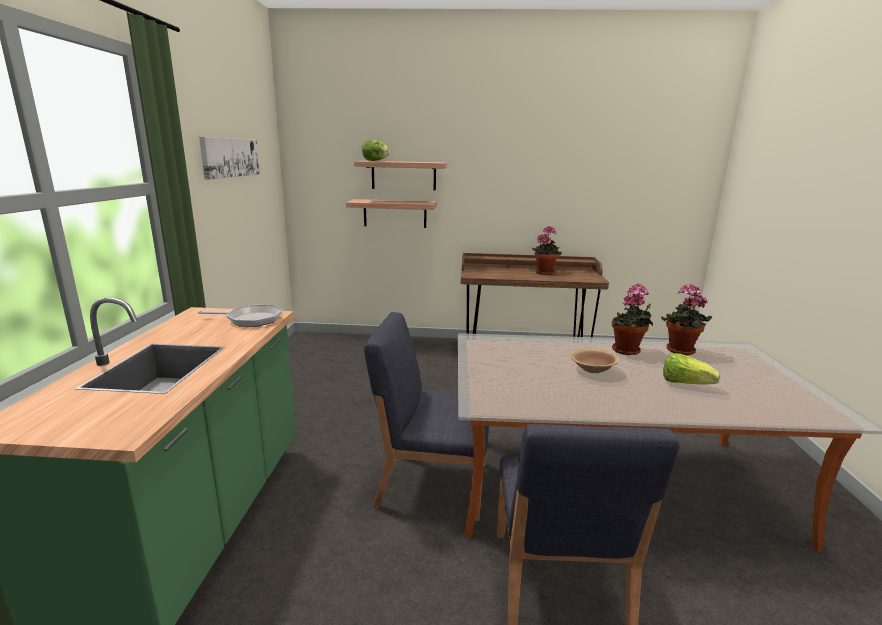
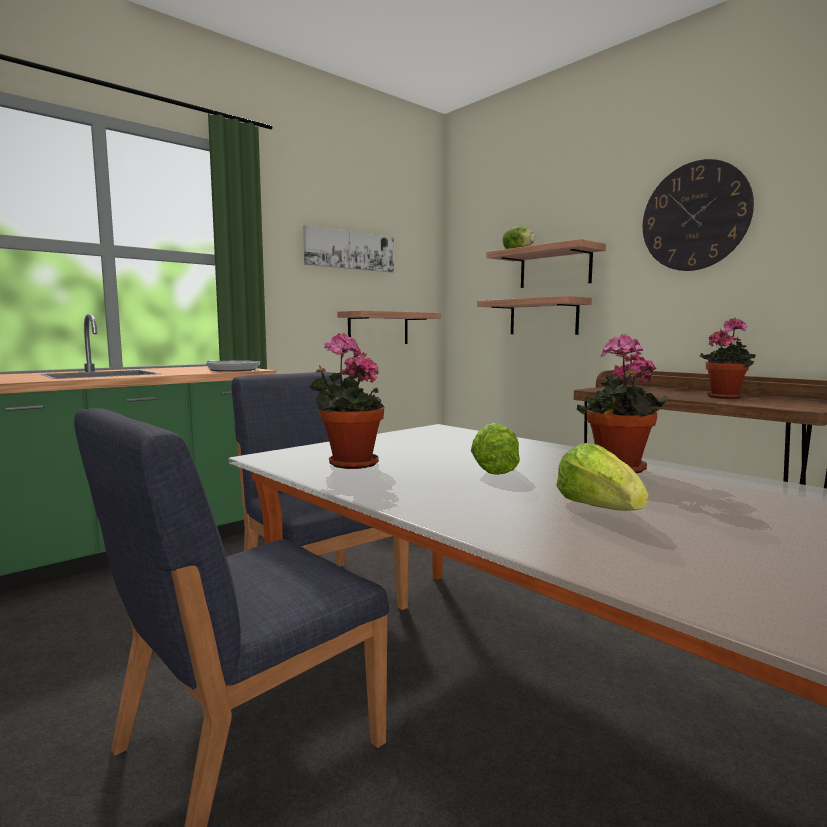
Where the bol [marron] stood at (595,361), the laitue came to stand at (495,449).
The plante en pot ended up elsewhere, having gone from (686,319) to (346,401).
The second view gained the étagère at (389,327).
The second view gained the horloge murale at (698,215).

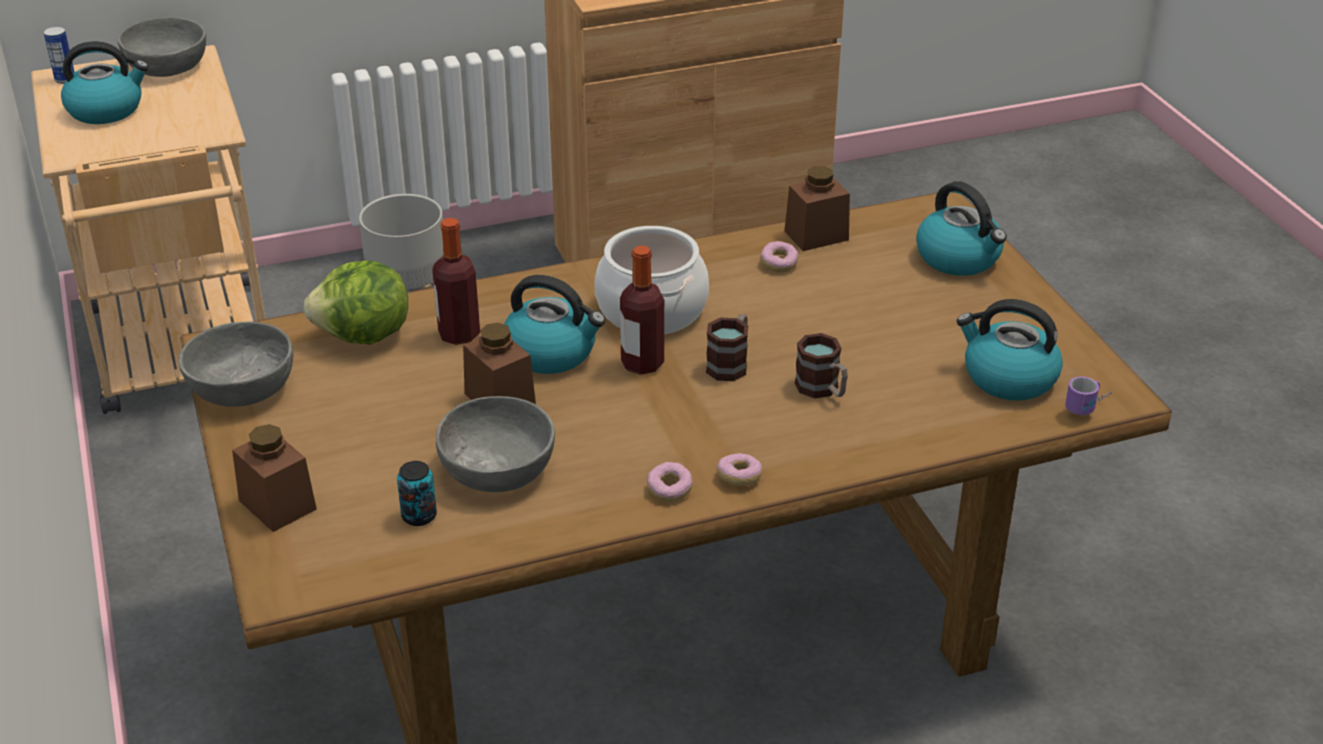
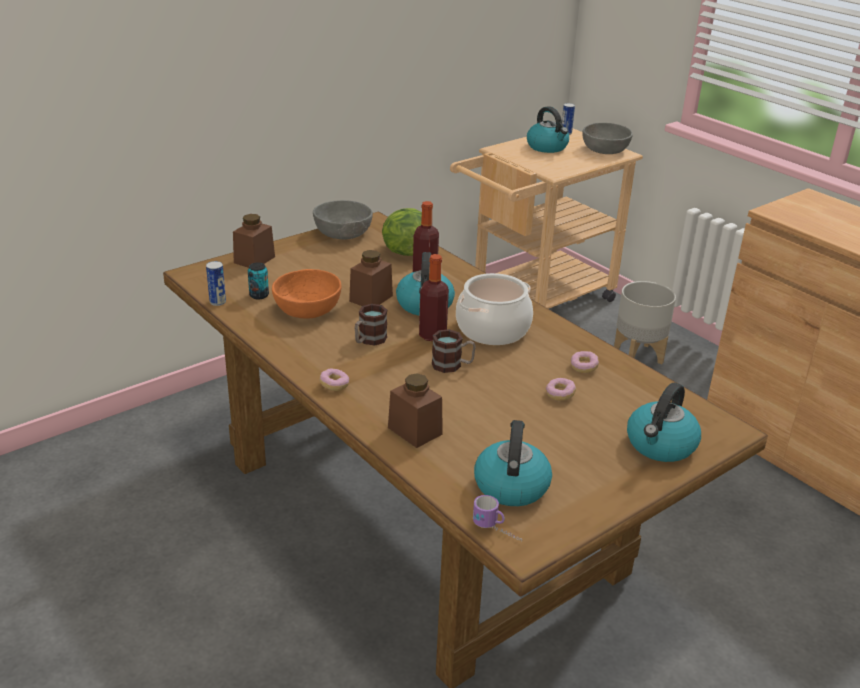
What was the bol [gris] at (495,444) turned into the bol [orange] at (307,294).
The beignet ended up elsewhere, having gone from (670,482) to (561,389).
The bocal [marron] ended up elsewhere, having gone from (817,208) to (415,410).
The mug ended up elsewhere, having gone from (821,365) to (371,325).
The second view gained the boîte métallique at (216,283).

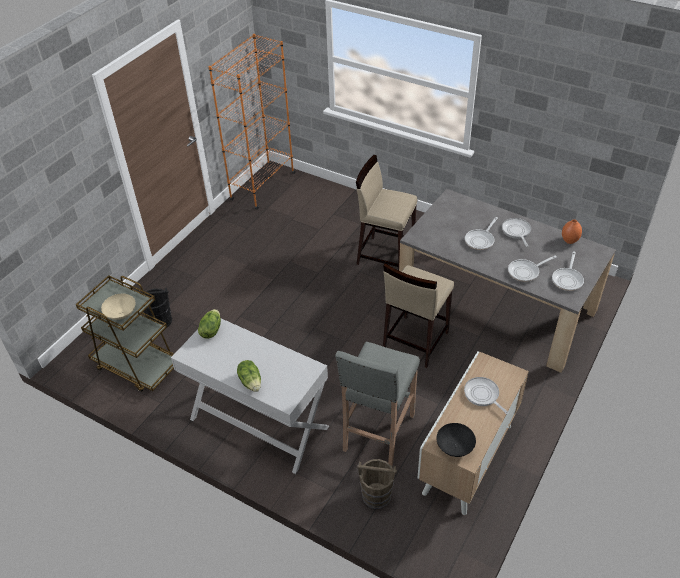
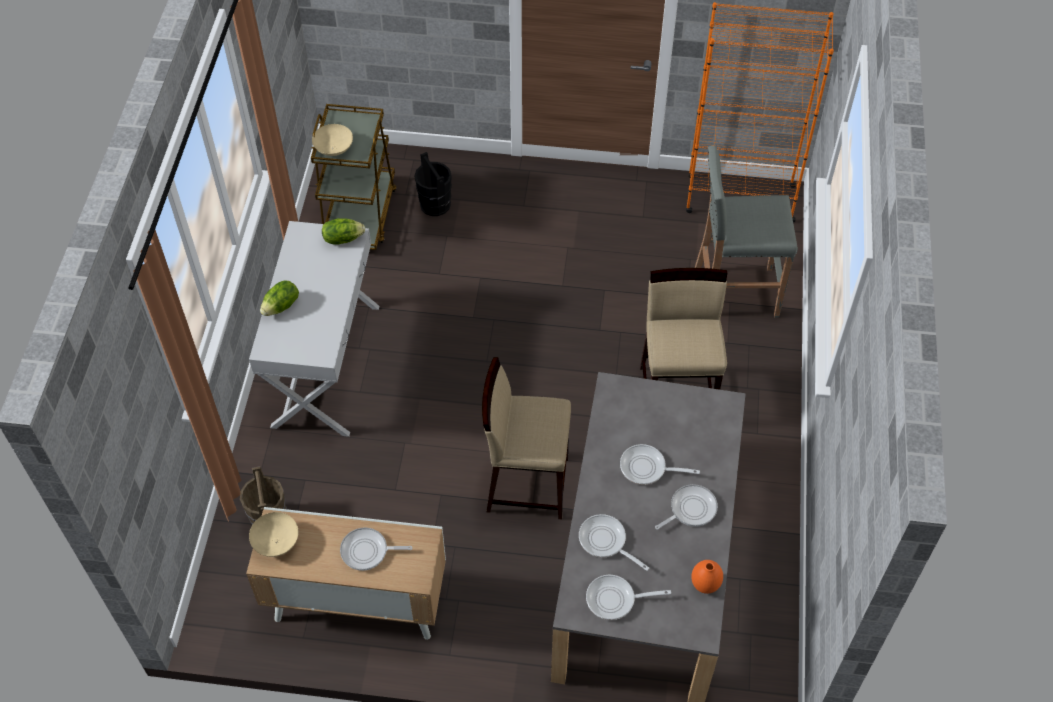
The tabouret [gris] ended up elsewhere, having gone from (377,403) to (746,231).
What was the bol [noir] at (456,440) turned into the bol [beige] at (274,534).
The poêle at (486,395) ended up facing another way, 120 degrees counterclockwise from before.

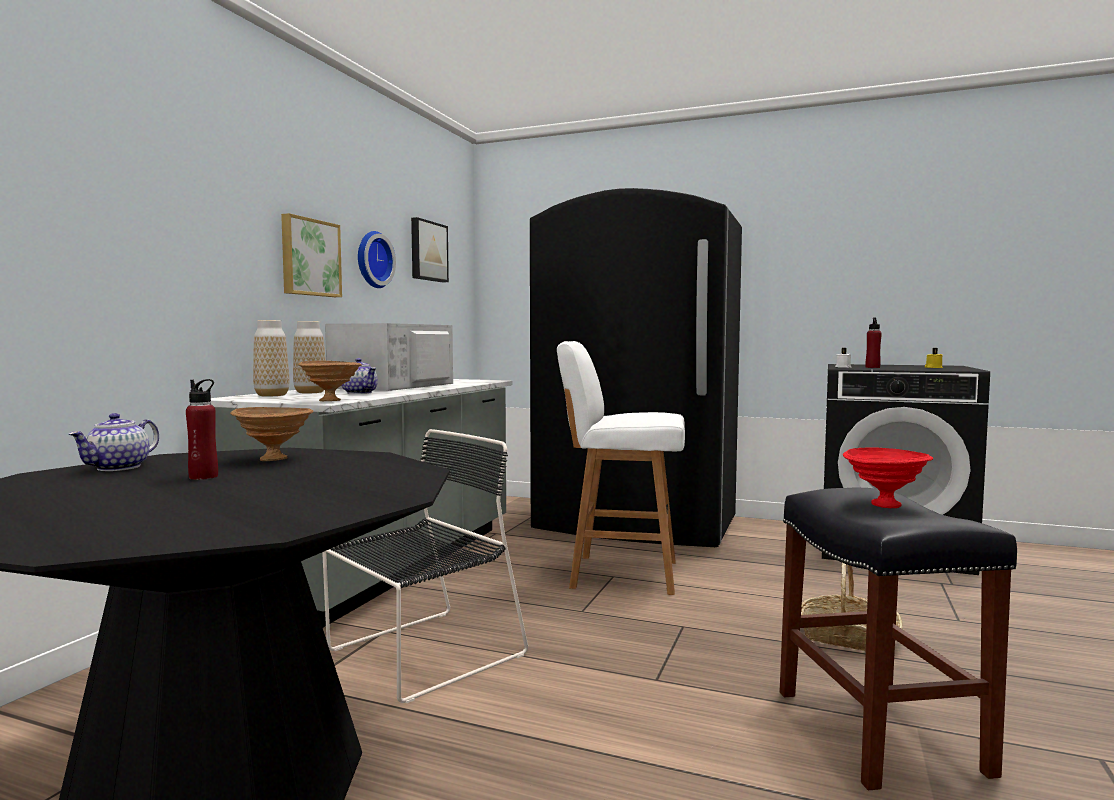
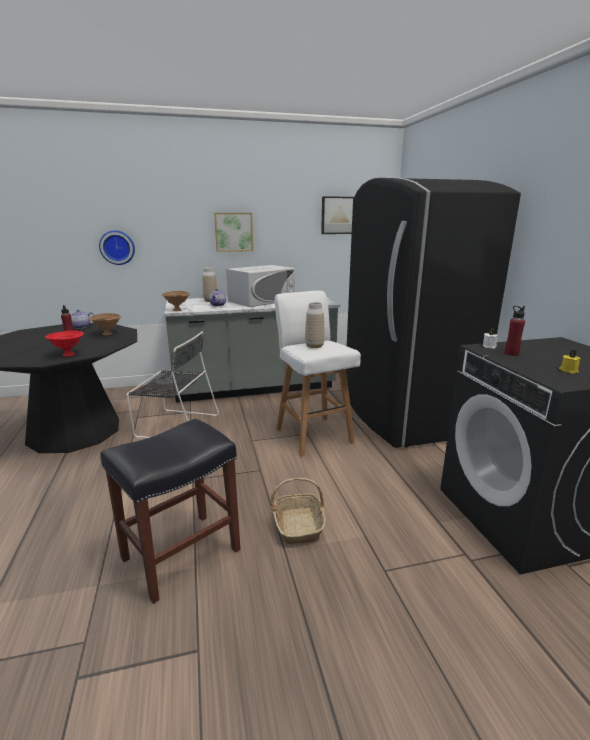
The vase ended up elsewhere, having gone from (271,358) to (315,325).
The micro-ondes [blanc] at (389,357) ended up facing another way, 150 degrees clockwise from before.
The horloge murale ended up elsewhere, having gone from (377,259) to (117,247).
The bol [rouge] ended up elsewhere, having gone from (888,477) to (64,343).

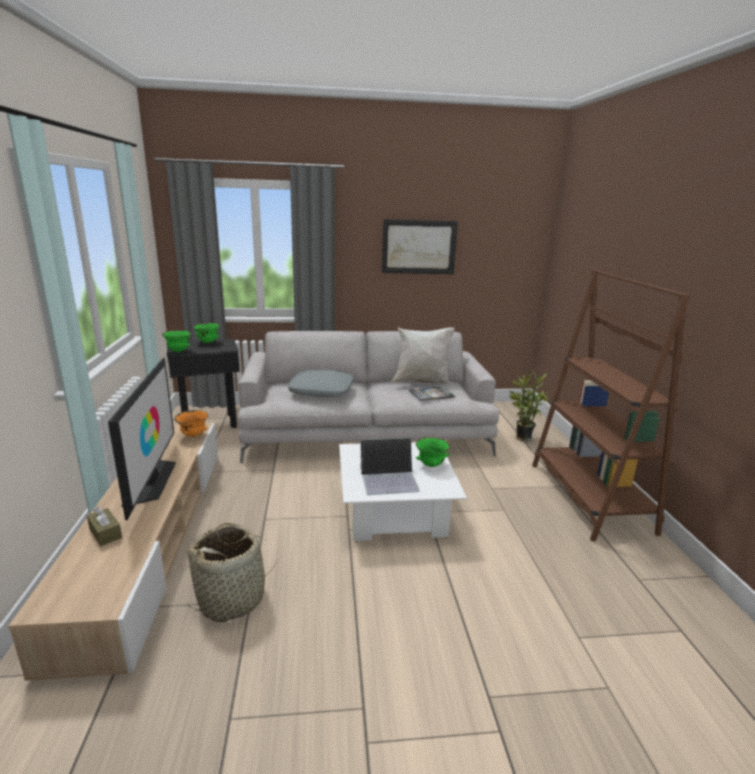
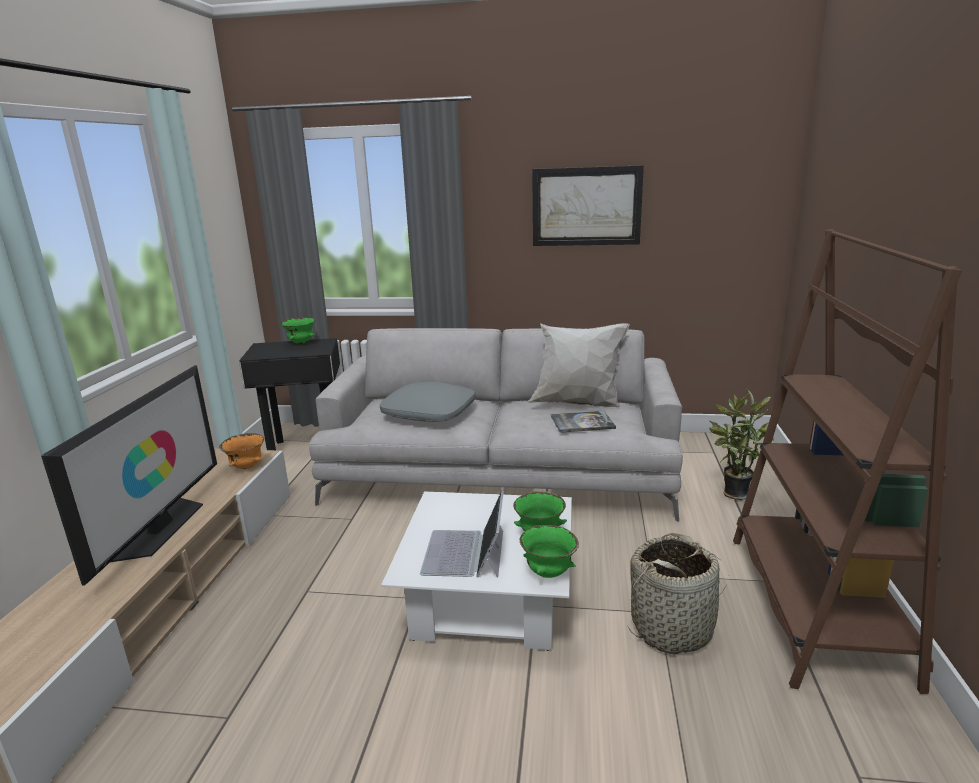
The second view lost the boîte à mouchoirs [marron] at (104,526).
The bol [vert] ended up elsewhere, having gone from (176,341) to (549,551).
The panier ended up elsewhere, having gone from (232,572) to (677,593).
The ordinateur portable at (390,466) ended up facing another way, 90 degrees clockwise from before.

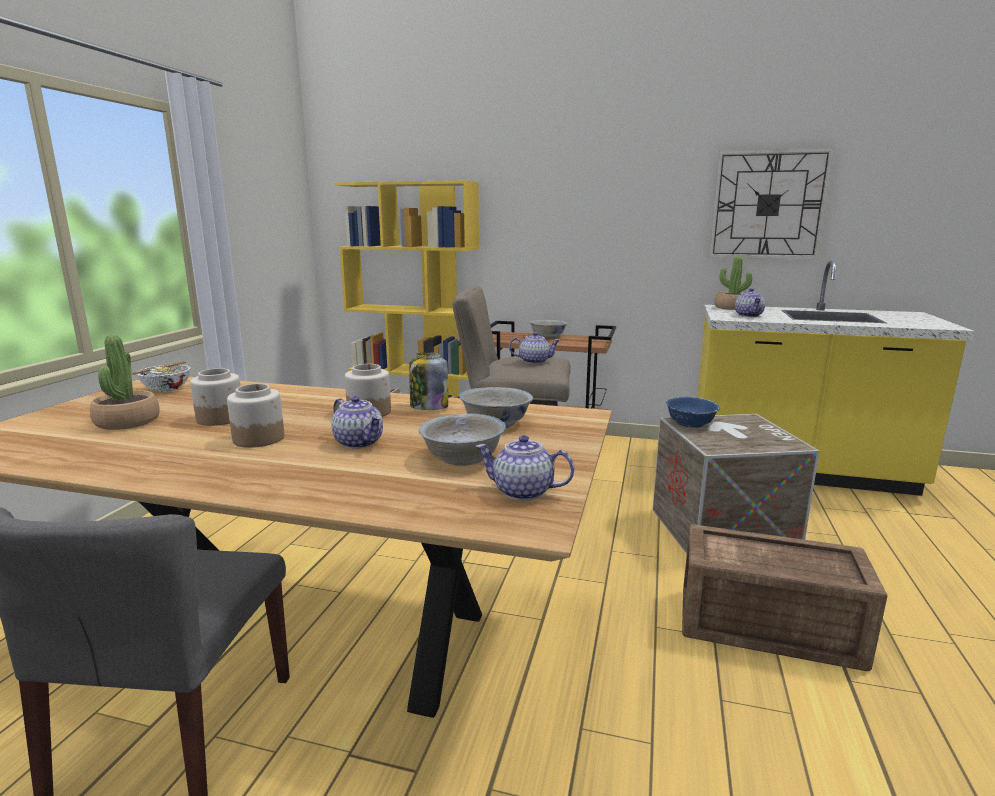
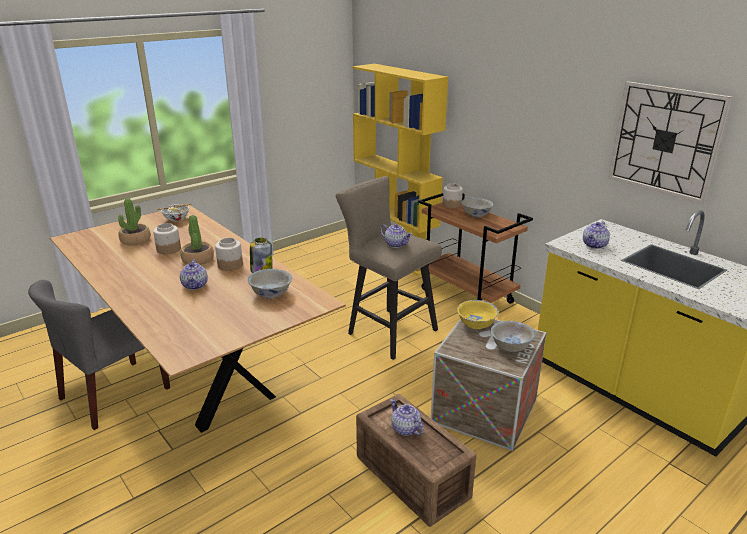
The bocal ended up elsewhere, having gone from (255,416) to (453,196).
The bol [blanc] ended up elsewhere, having gone from (462,439) to (512,336).
The théière ended up elsewhere, having gone from (524,468) to (407,417).
What was the bol [bleu] at (693,412) turned into the bol [jaune] at (478,314).
The plante en pot ended up elsewhere, having gone from (733,283) to (197,240).

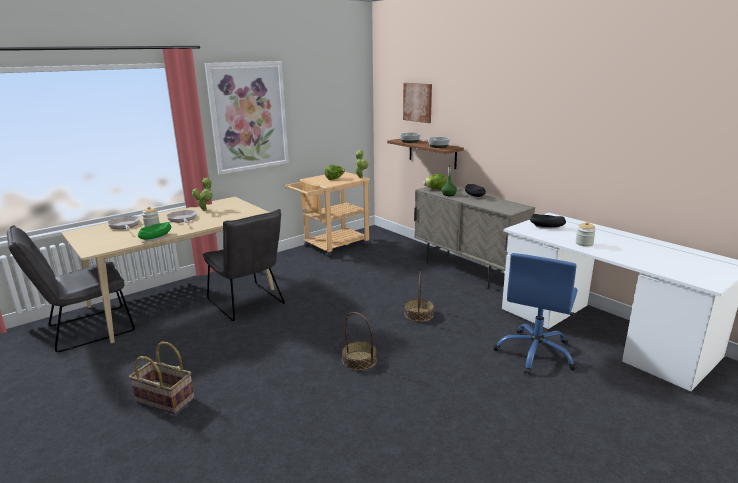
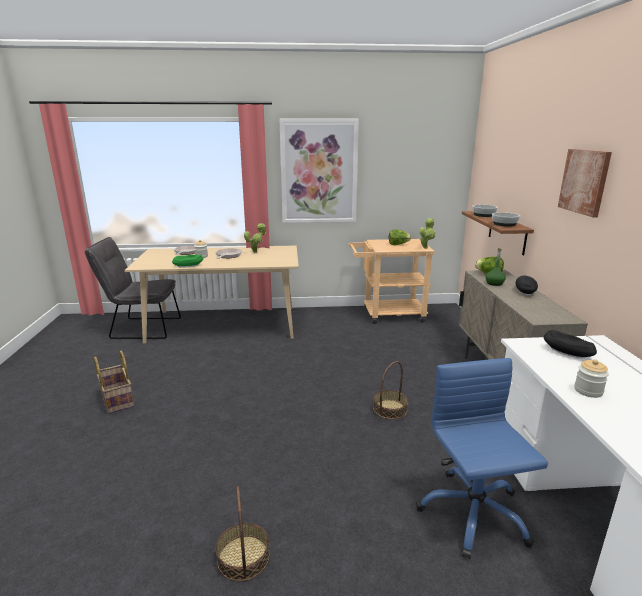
The second view lost the chaise [gris] at (244,265).
The panier ended up elsewhere, having gone from (359,341) to (243,533).
The tableau ended up elsewhere, having gone from (417,103) to (585,183).
The chaise de bureau [bleu] at (535,314) ended up facing another way, 105 degrees clockwise from before.

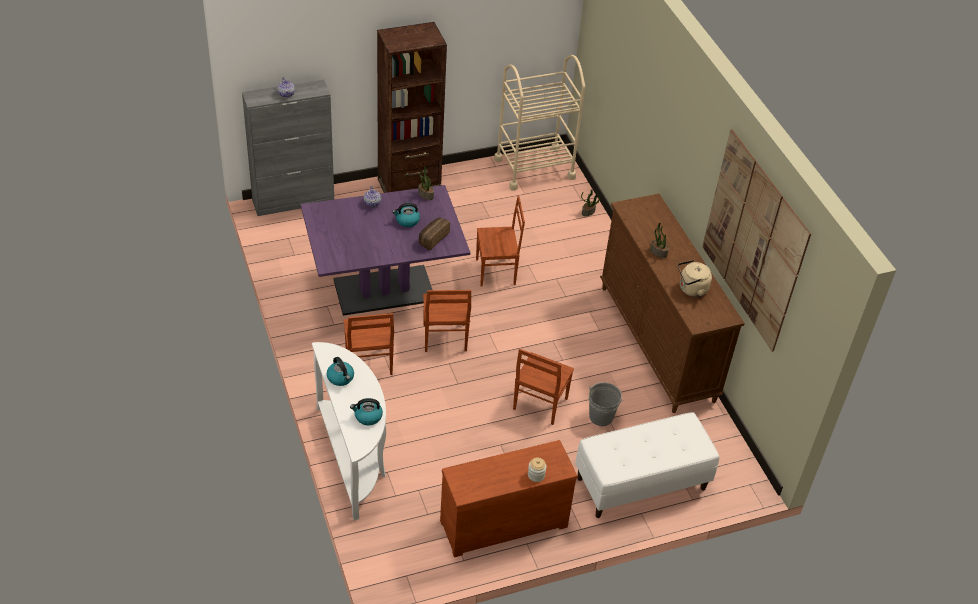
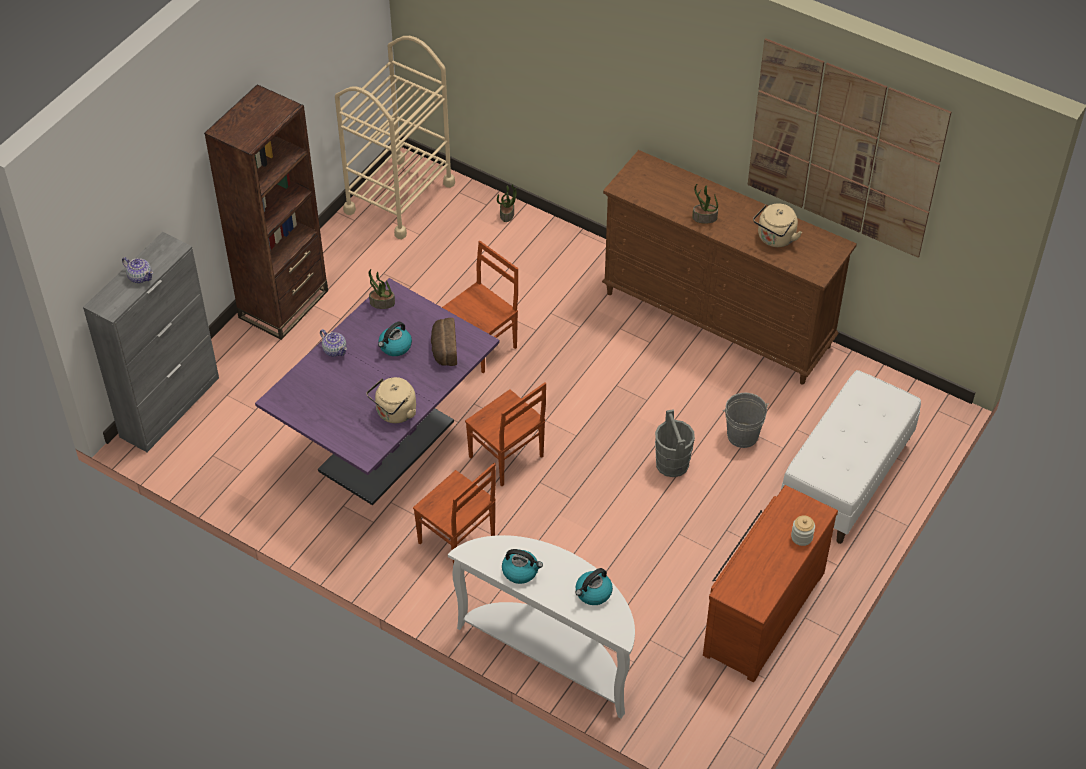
Where the chaise [marron] stood at (543,387), the seau [gris] came to stand at (675,443).
The second view gained the bouilloire [beige] at (391,400).

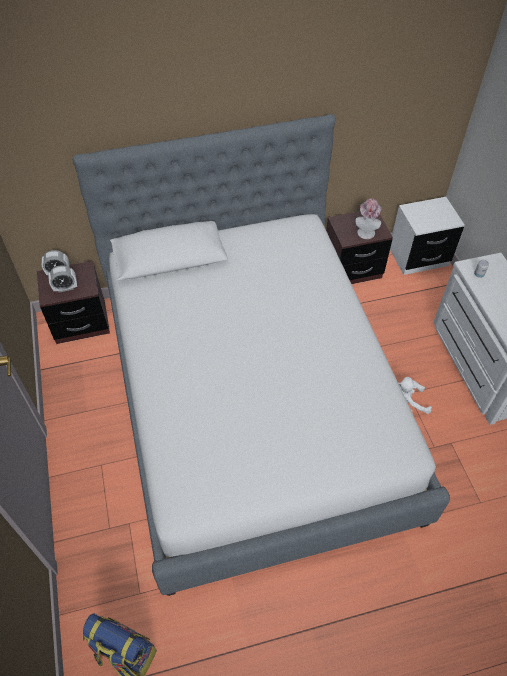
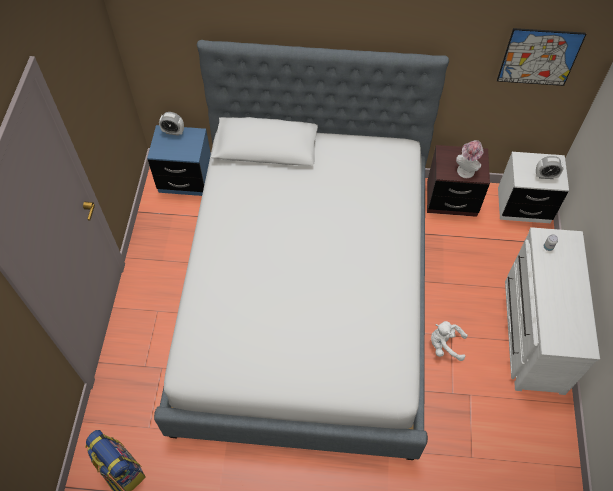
What was the table de chevet [marron] at (73,302) turned into the table de chevet [bleu] at (179,160).
The réveil ended up elsewhere, having gone from (62,279) to (550,167).
The second view gained the tableau at (542,57).

